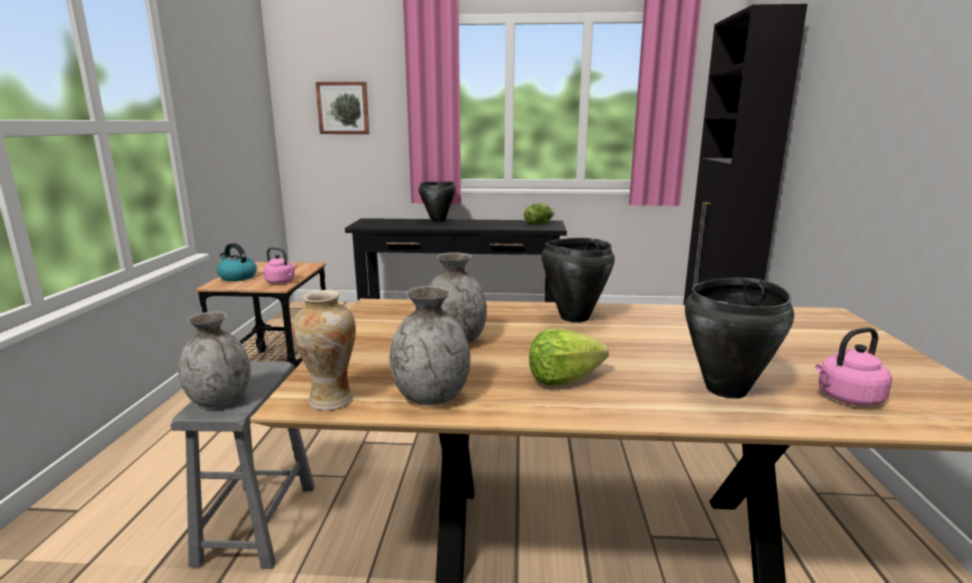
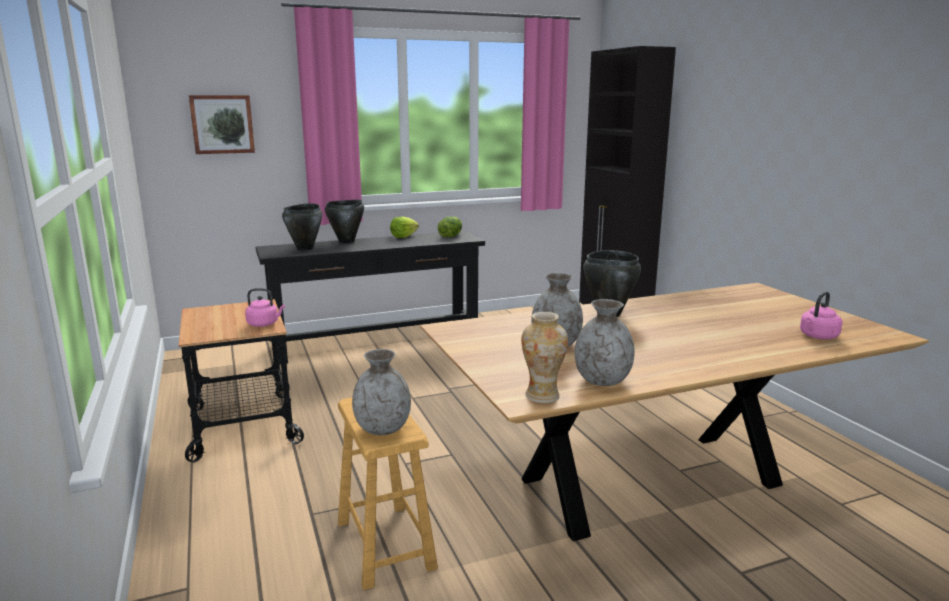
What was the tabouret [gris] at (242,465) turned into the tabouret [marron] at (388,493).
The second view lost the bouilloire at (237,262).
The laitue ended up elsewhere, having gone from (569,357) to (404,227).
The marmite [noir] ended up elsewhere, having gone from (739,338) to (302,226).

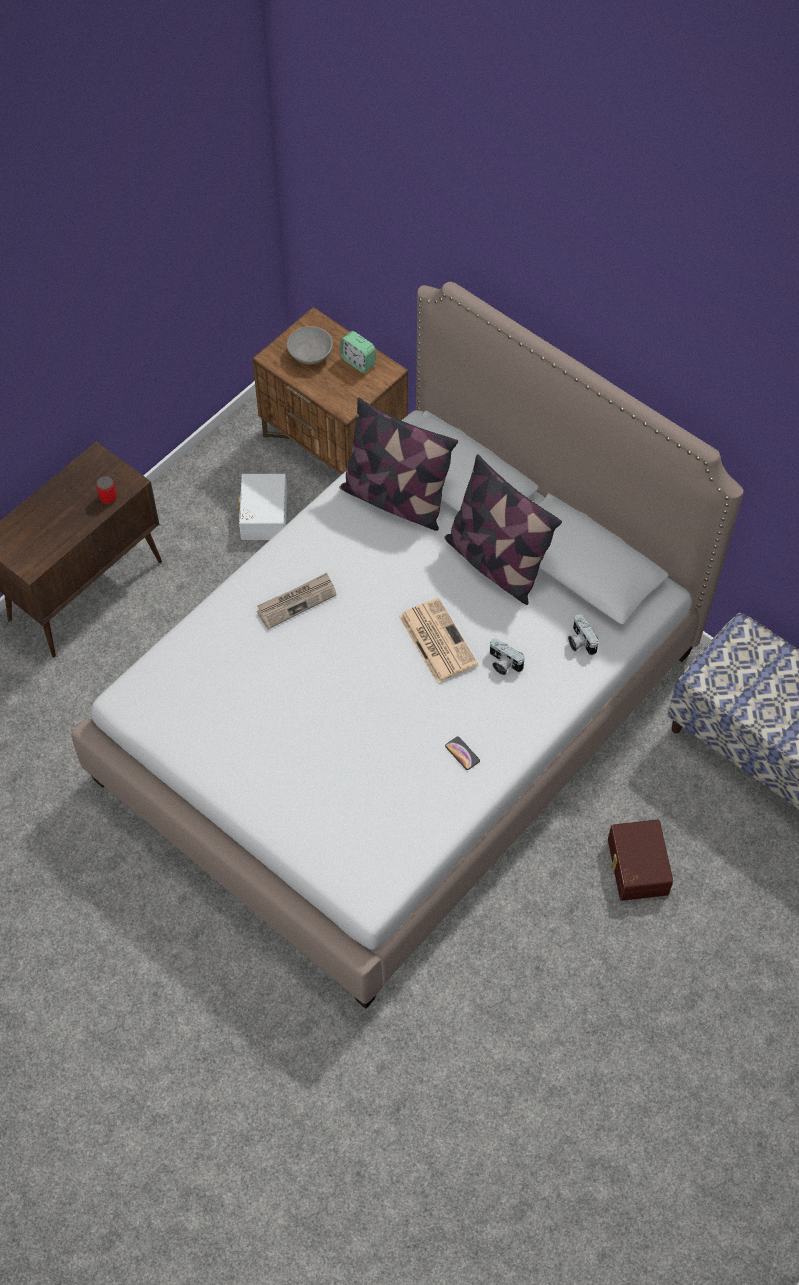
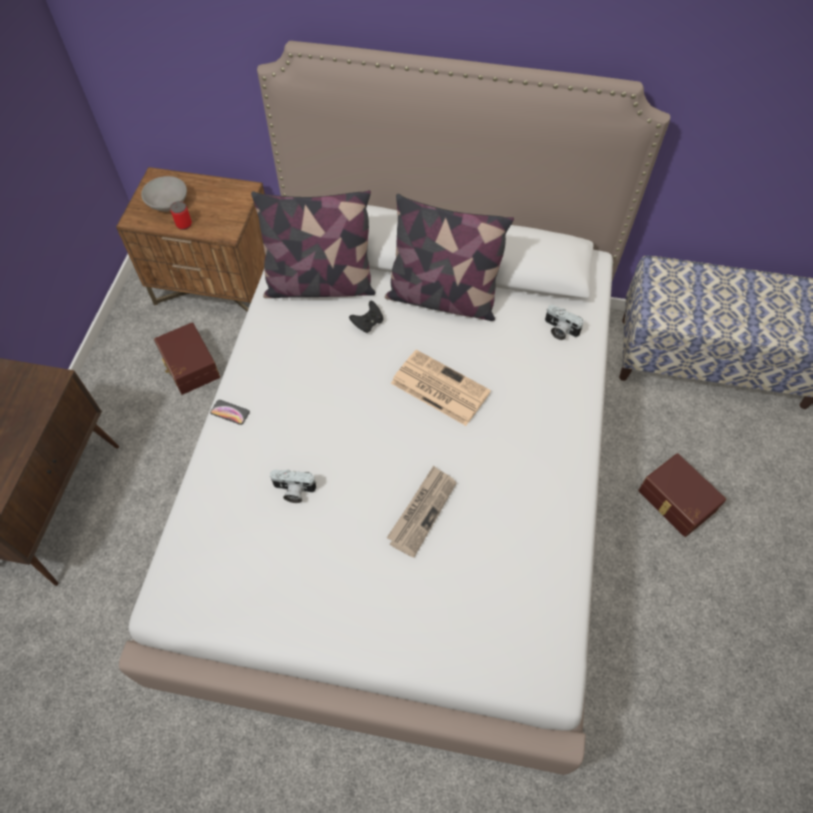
The boîte métallique ended up elsewhere, having gone from (106,490) to (181,215).
What was the boîte de rangement [blanc] at (262,507) turned into the boîte de rangement [marron] at (187,358).
The journal ended up elsewhere, having gone from (297,601) to (421,511).
The second view lost the réveil at (358,352).
The téléphone ended up elsewhere, having gone from (462,753) to (230,412).
The appareil photo ended up elsewhere, having gone from (507,656) to (292,486).
The second view gained the manette [noir] at (366,317).

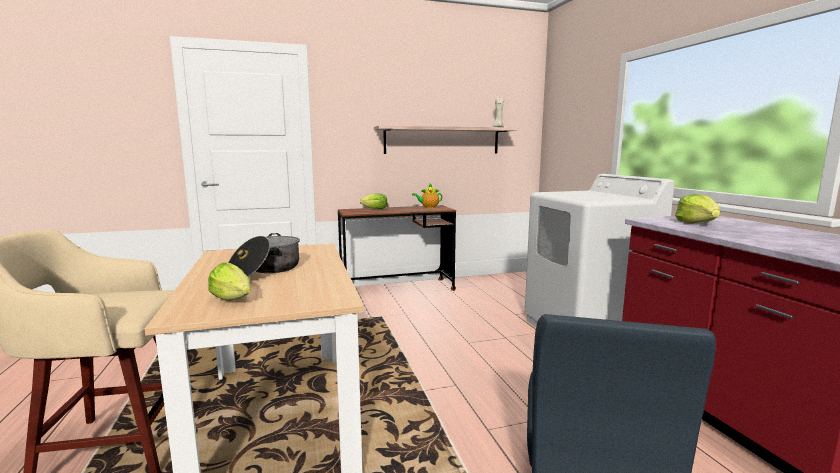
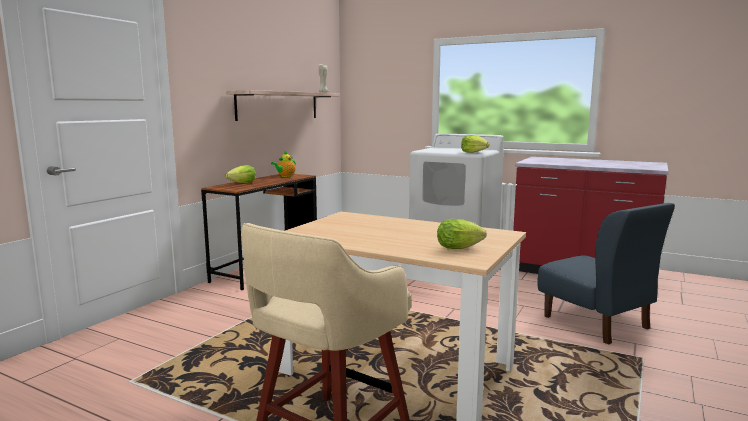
The second view lost the marmite at (264,255).
The laitue ended up elsewhere, having gone from (697,208) to (475,144).

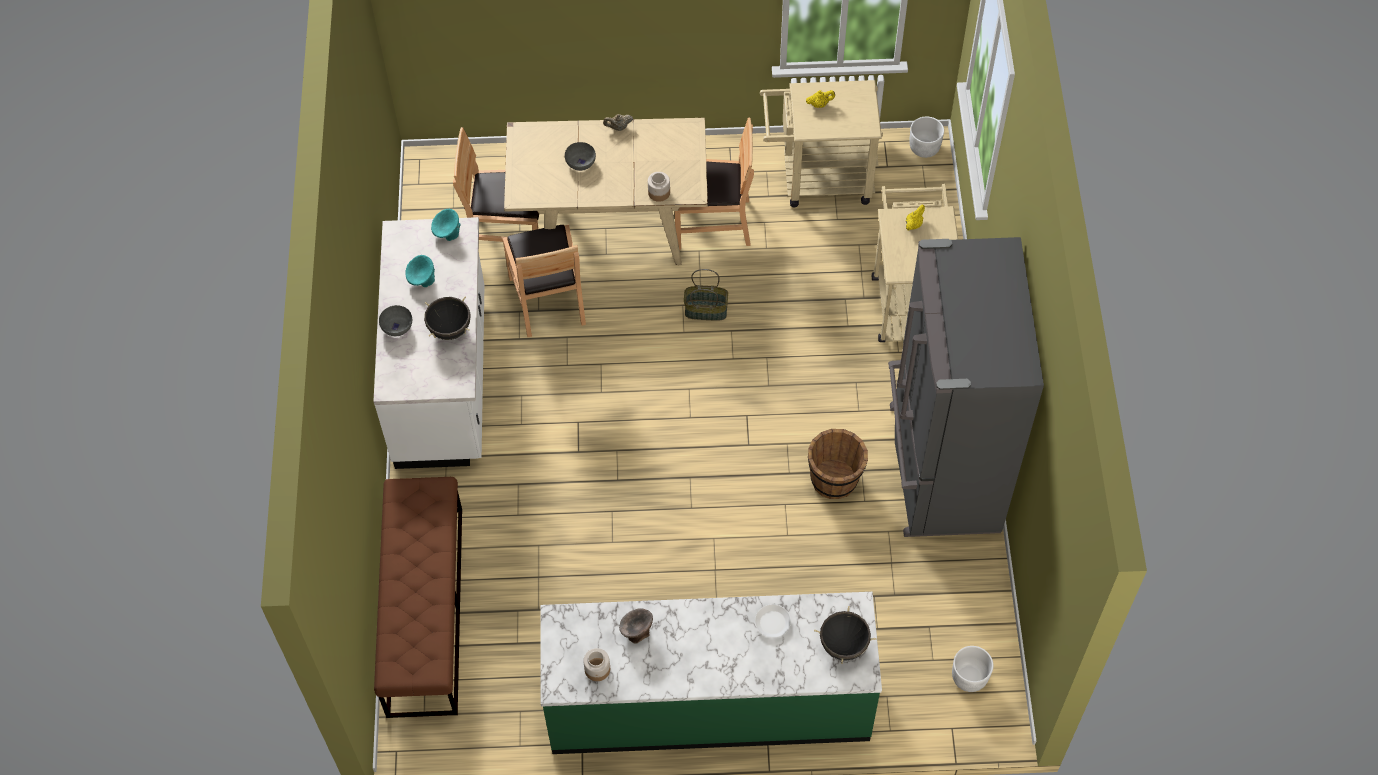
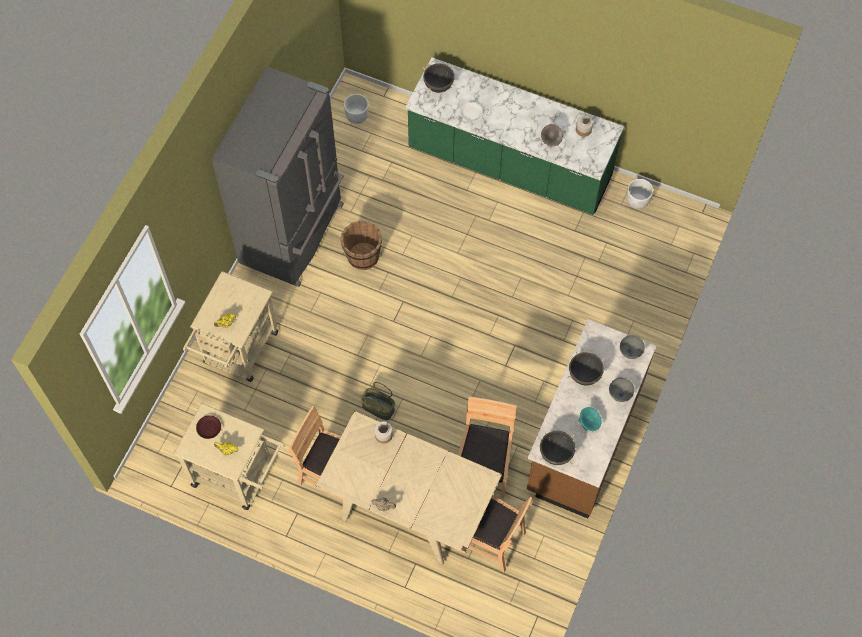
What was the comptoir de cuisine [blanc] at (428,343) turned into the comptoir de cuisine [marron] at (591,418).
The second view lost the banc [marron] at (418,597).
Where the bol [turquoise] stood at (446,225), the marmite [noir] came to stand at (557,448).
The bol [gris] ended up elsewhere, having gone from (580,156) to (632,347).
The cache-pot [blanc] ended up elsewhere, having gone from (927,137) to (640,194).
The second view gained the assiette [marron] at (208,427).

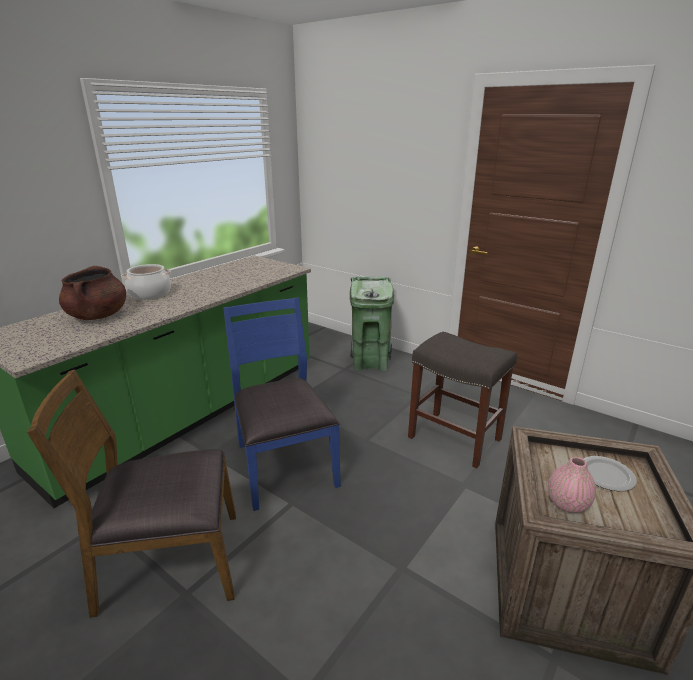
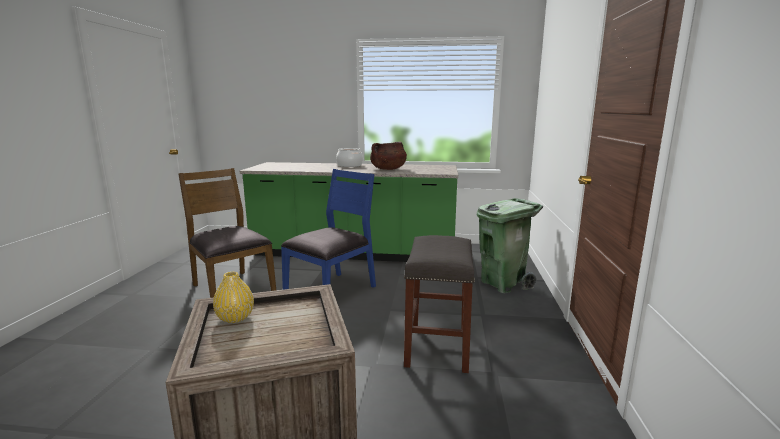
The marmite [marron] ended up elsewhere, having gone from (92,293) to (388,156).
What was the vase [rose] at (572,485) turned into the vase [jaune] at (233,297).
The second view lost the assiette at (610,473).

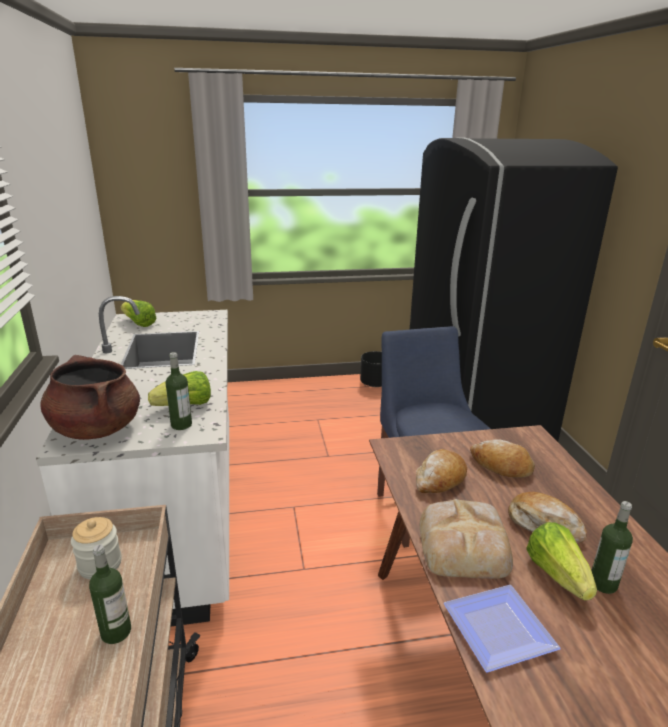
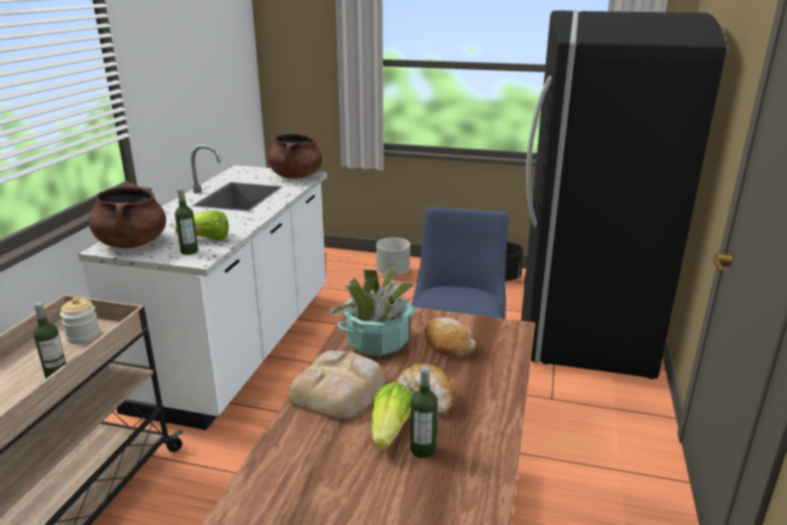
The second view lost the laitue at (138,313).
Where the pain stood at (441,471), the plante en pot came to stand at (372,311).
The second view lost the assiette at (502,629).
The second view gained the marmite [marron] at (295,155).
The second view gained the cache-pot [gris] at (393,256).

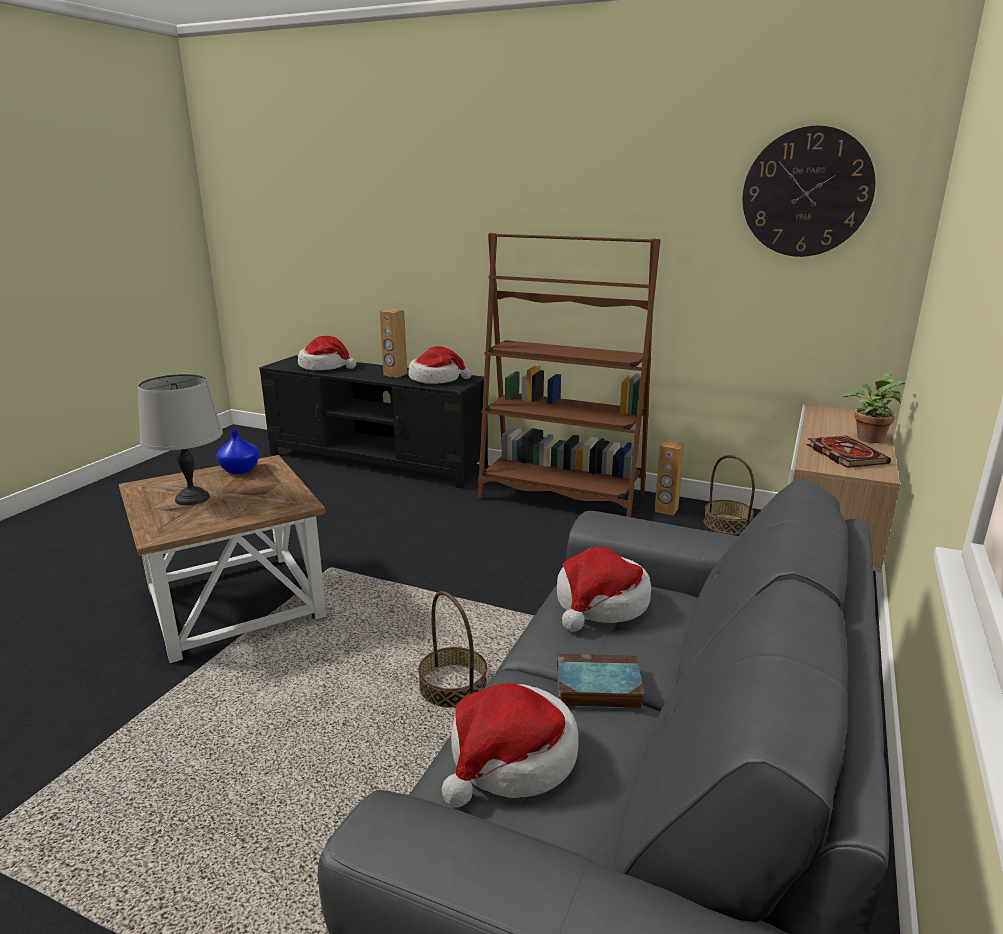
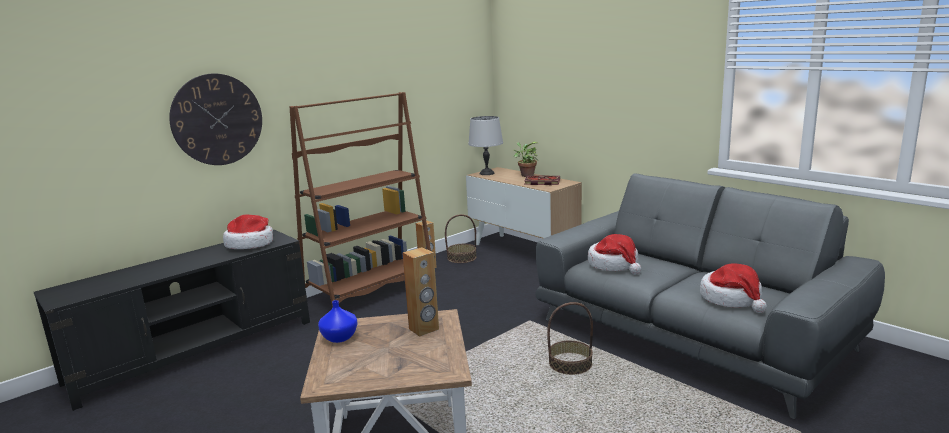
The lampe de table [gris] ended up elsewhere, having gone from (180,439) to (485,145).
The second view lost the chapeau at (327,353).
The enceinte [marron] ended up elsewhere, having gone from (394,343) to (420,292).
The second view lost the livre at (600,681).
The horloge murale ended up elsewhere, having gone from (809,191) to (215,119).

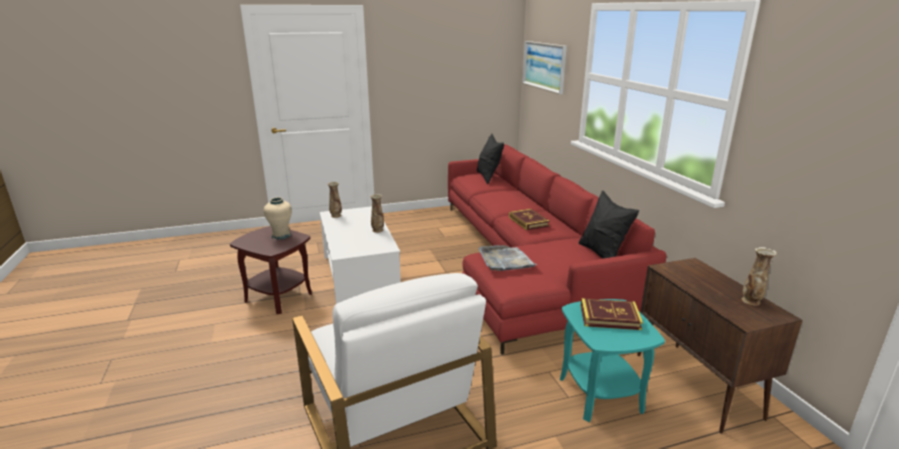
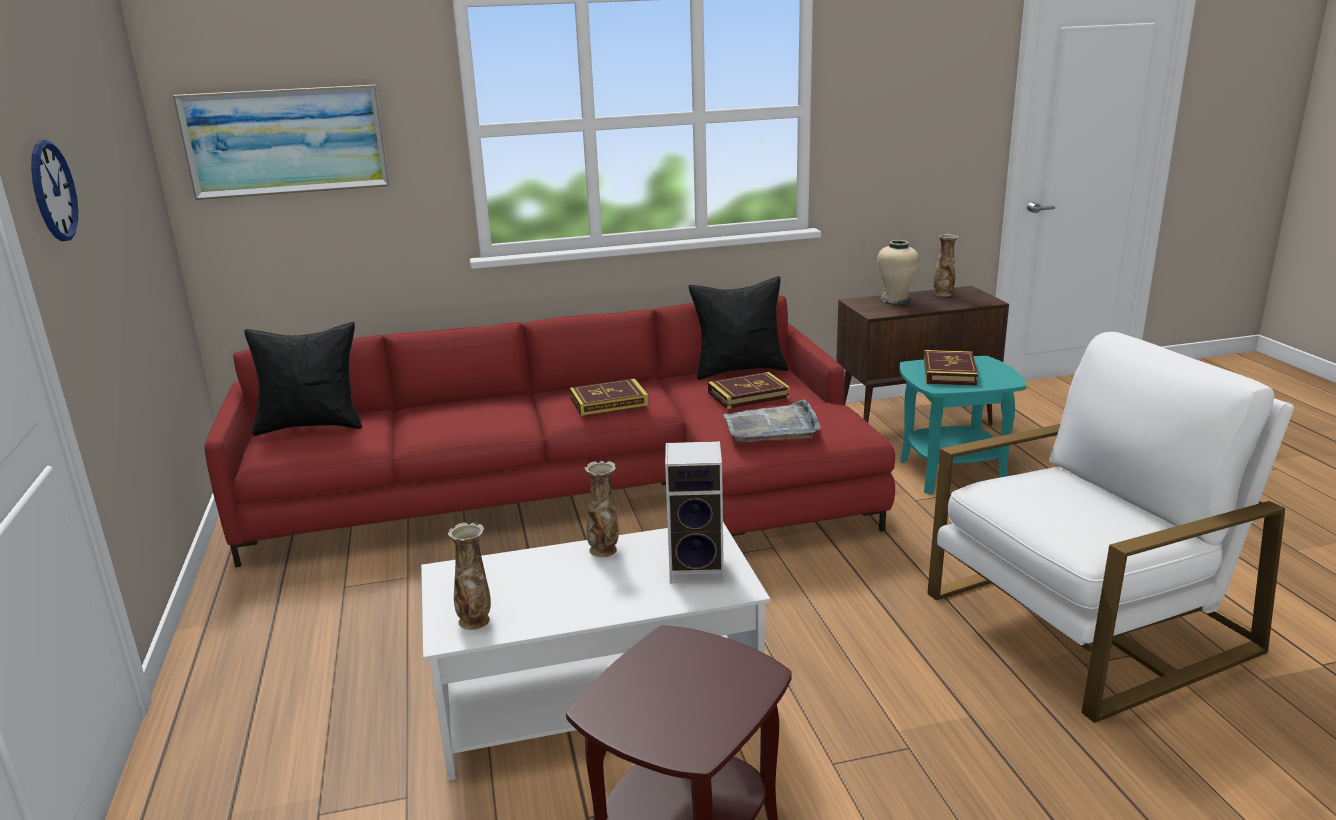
The vase [beige] ended up elsewhere, having gone from (278,218) to (898,272).
The second view gained the horloge murale at (54,190).
The second view gained the enceinte at (694,512).
The second view gained the livre at (749,390).

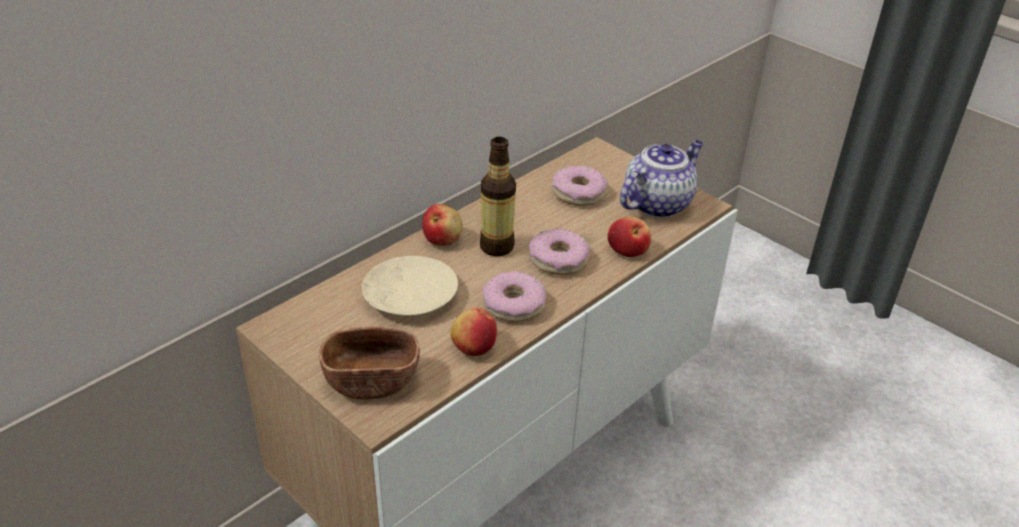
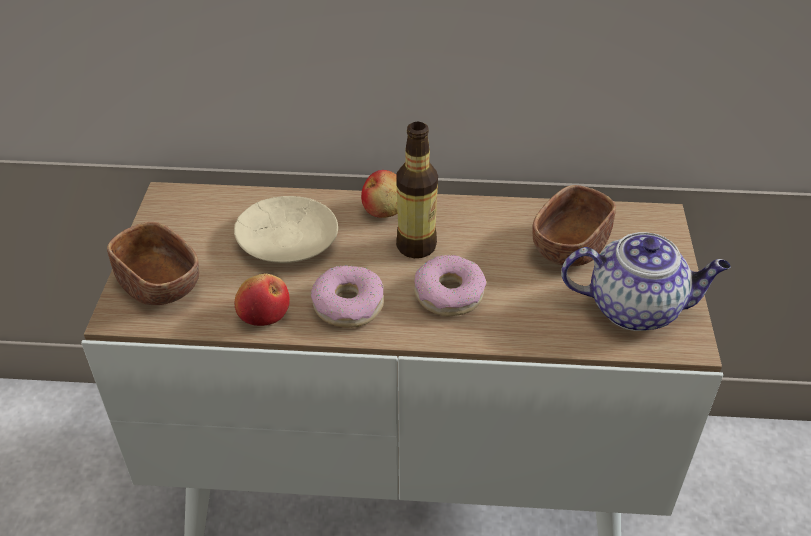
Where the beignet stood at (580,185), the bol [marron] came to stand at (574,225).
The second view lost the pomme at (629,237).

